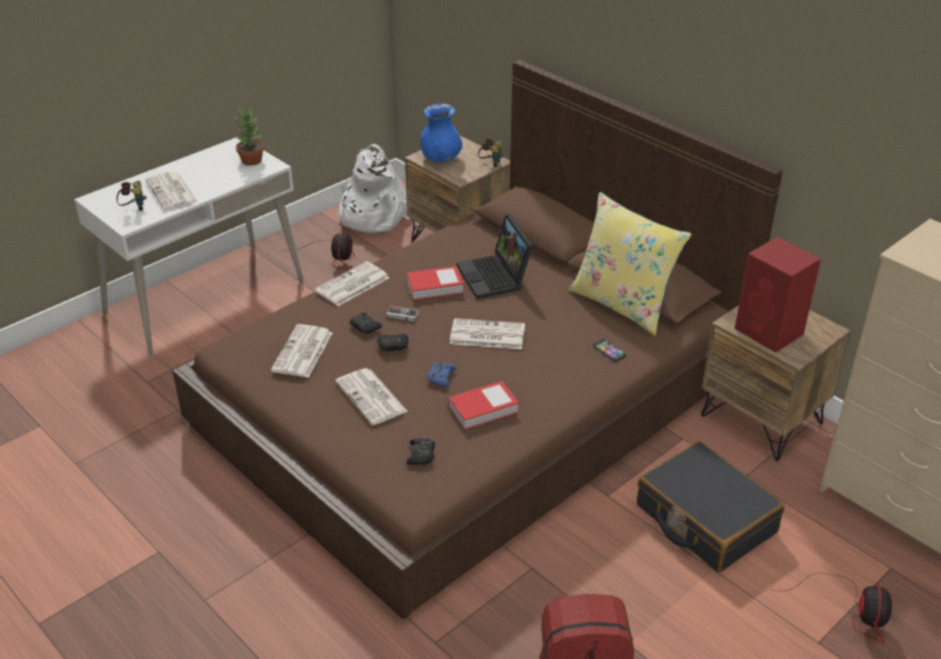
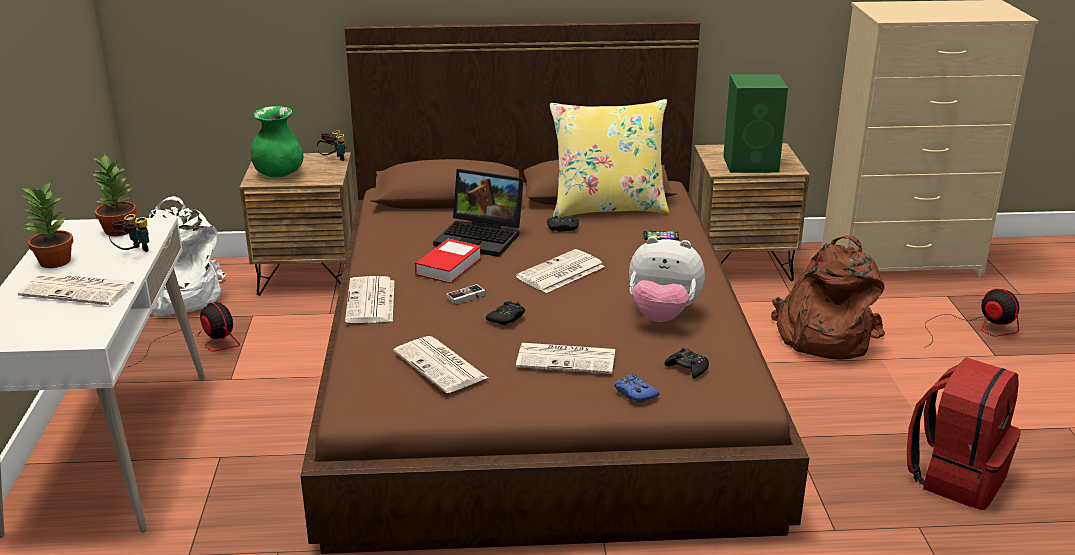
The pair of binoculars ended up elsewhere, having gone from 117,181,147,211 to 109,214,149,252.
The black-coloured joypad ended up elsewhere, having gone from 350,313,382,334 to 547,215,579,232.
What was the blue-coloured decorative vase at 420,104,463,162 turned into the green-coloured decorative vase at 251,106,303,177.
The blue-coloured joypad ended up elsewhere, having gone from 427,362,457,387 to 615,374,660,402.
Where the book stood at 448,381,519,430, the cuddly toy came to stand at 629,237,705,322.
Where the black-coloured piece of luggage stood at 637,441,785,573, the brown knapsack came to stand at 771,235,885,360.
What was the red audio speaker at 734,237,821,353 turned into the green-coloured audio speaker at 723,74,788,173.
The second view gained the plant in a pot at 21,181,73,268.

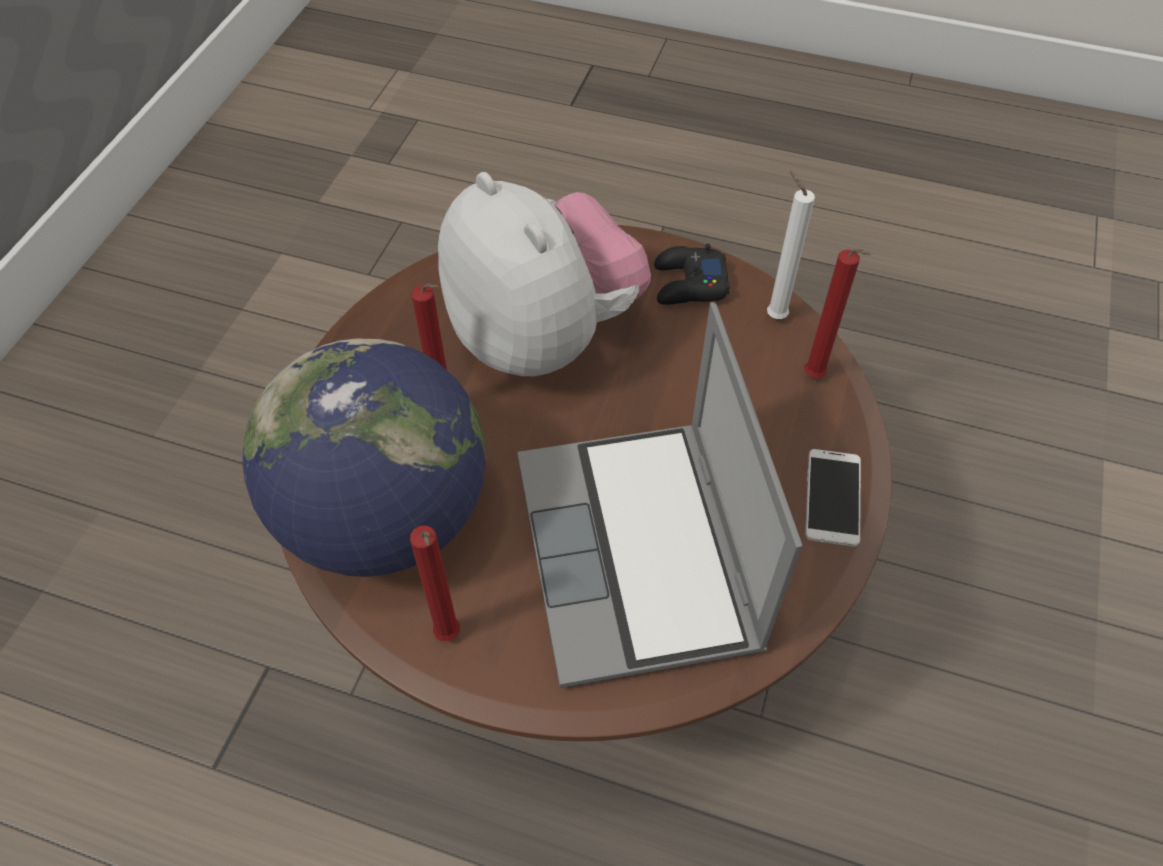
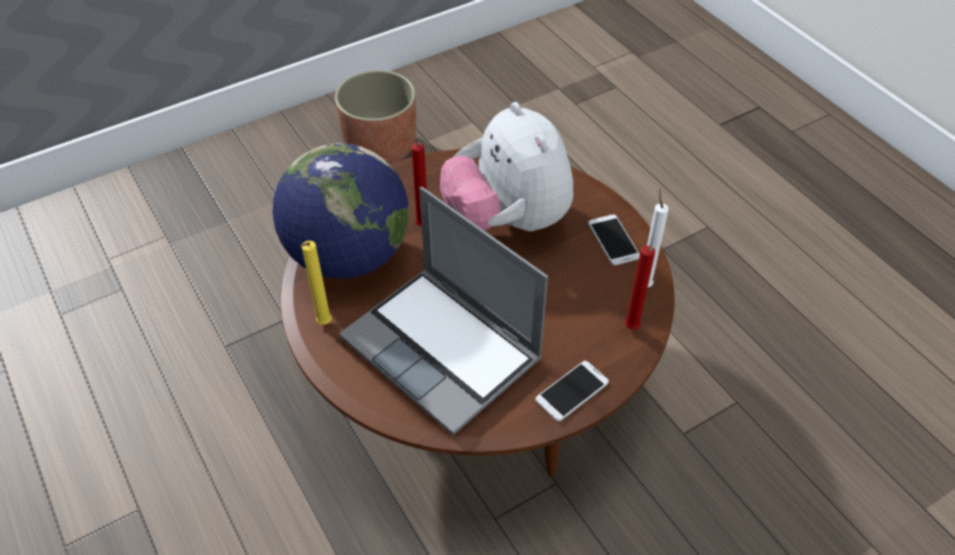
What was the red wax candle at 410,525,460,641 turned into the yellow wax candle at 300,241,332,325.
The cuddly toy at 438,172,651,376 ended up facing another way, 150 degrees clockwise from before.
The laptop at 517,302,803,688 ended up facing another way, 75 degrees counterclockwise from before.
Where the black-coloured joypad stood at 654,244,730,305, the phone came to stand at 588,214,640,265.
The second view gained the flower pot at 335,70,416,164.

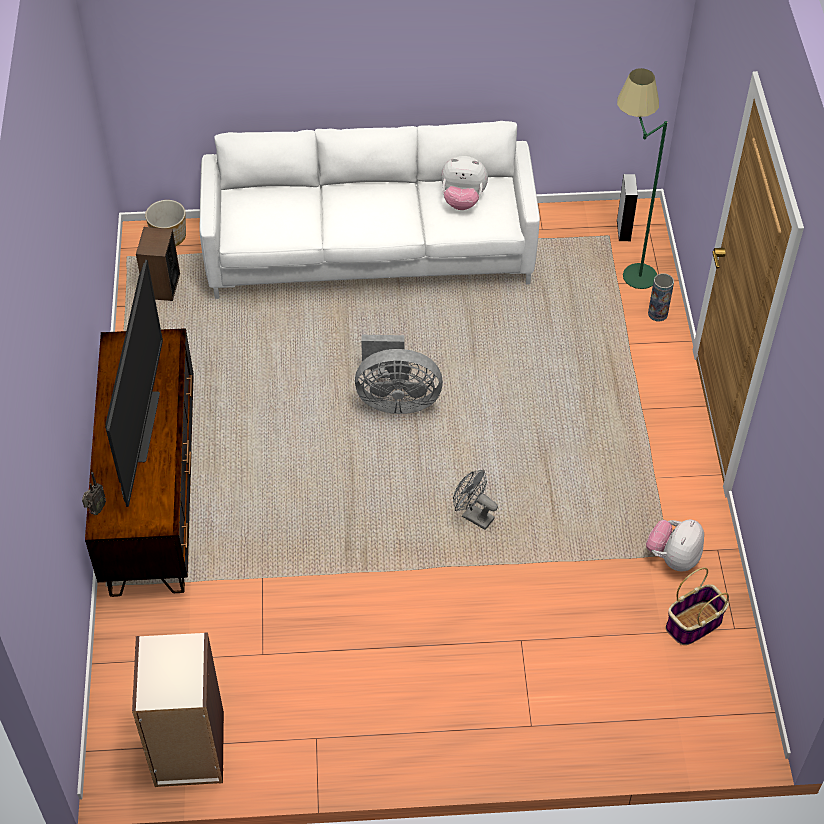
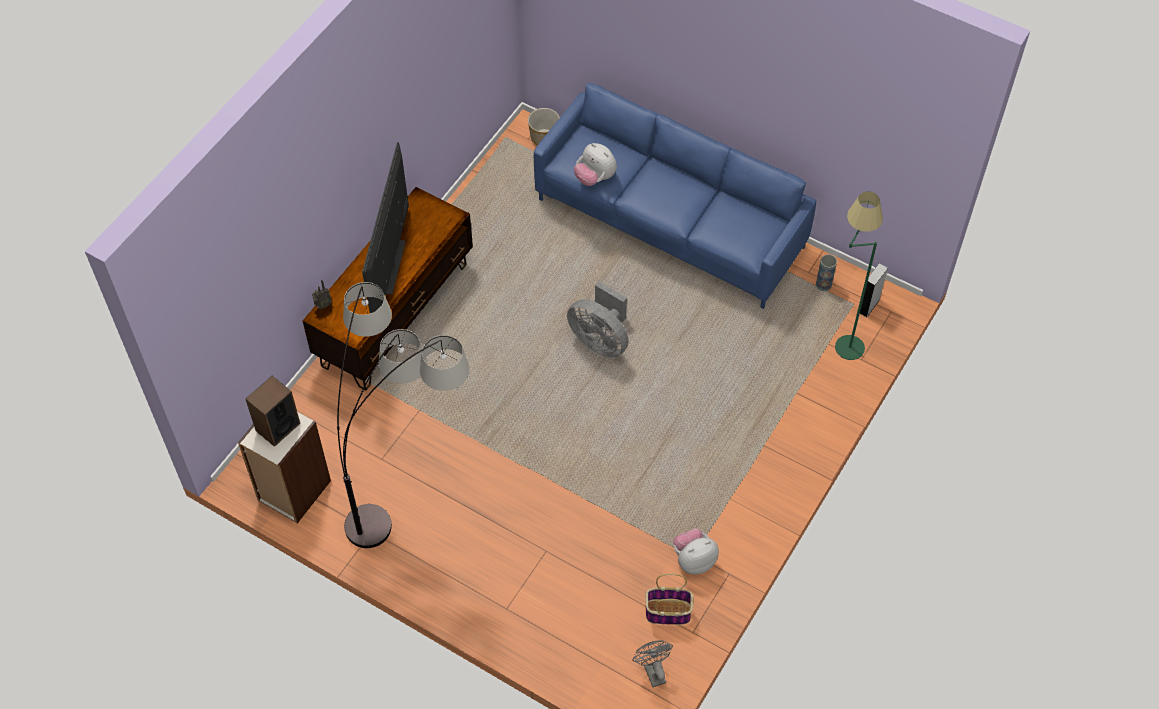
The television at 105,260,163,507 ended up facing another way, 150 degrees clockwise from before.
The audio speaker ended up elsewhere, having gone from 136,227,180,301 to 246,376,300,447.
What was the whitish sofa at 200,121,540,299 turned into the blue-coloured sofa at 534,83,816,309.
The cuddly toy ended up elsewhere, having gone from 441,156,488,210 to 574,143,617,186.
The gray cooling fan ended up elsewhere, having gone from 453,470,498,530 to 632,641,673,687.
The decorative vase ended up elsewhere, having gone from 648,273,674,321 to 816,254,837,291.
The second view gained the floor lamp at 337,282,469,548.

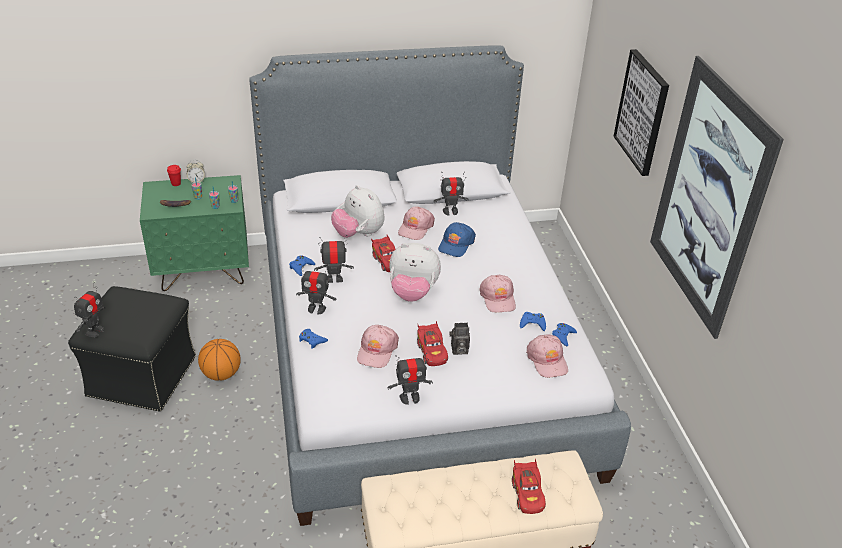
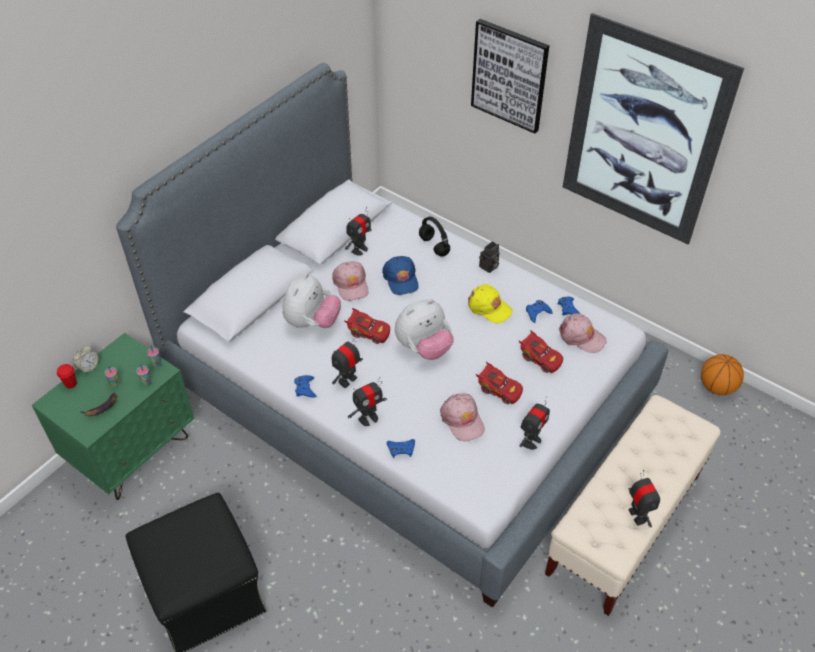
The toy robot ended up elsewhere, having gone from 74,282,106,337 to 628,470,660,528.
The basketball ended up elsewhere, having gone from 198,339,241,381 to 701,354,744,395.
The cuddly toy at 331,185,384,238 ended up facing another way, 75 degrees counterclockwise from before.
The still camera ended up elsewhere, having gone from 450,323,470,355 to 479,241,499,273.
What was the pinkish peaked cap at 479,275,516,313 turned into the yellow peaked cap at 468,284,513,324.
The red model car ended up elsewhere, having gone from 512,459,546,514 to 519,330,563,373.
The second view gained the black-coloured headphones at 419,217,450,257.

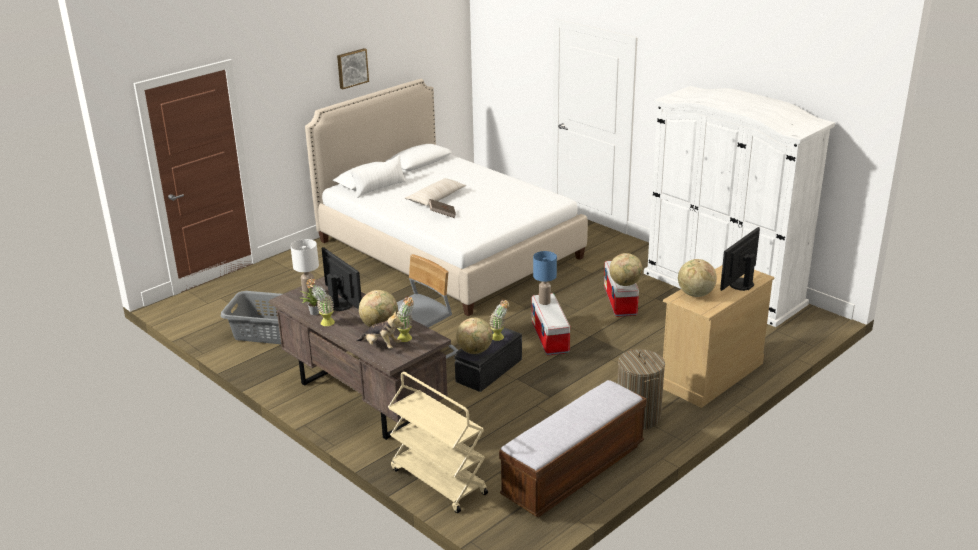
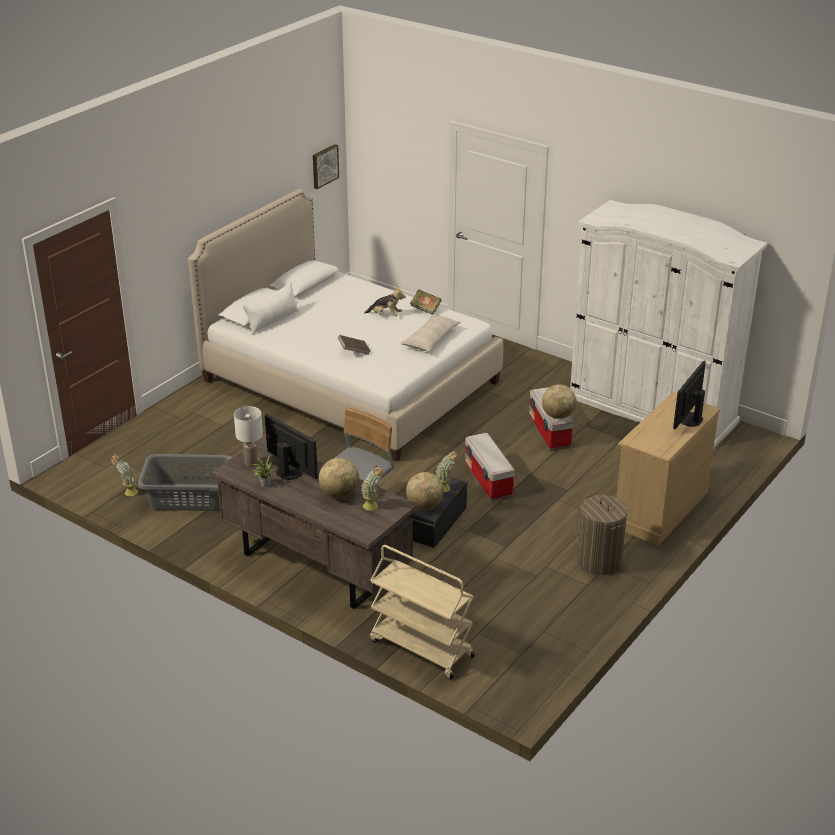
The plant in a pot ended up elsewhere, having gone from 306,278,335,326 to 110,454,138,496.
The picture ended up elsewhere, having gone from 337,48,369,90 to 313,144,339,189.
The cuddly toy ended up elsewhere, having gone from 356,312,404,349 to 364,286,406,316.
The beige throw pillow ended up elsewhere, having gone from 405,178,466,206 to 401,314,461,352.
The second view lost the bench at 499,380,647,518.
The second view lost the blue-coloured tabletop lamp at 533,251,557,305.
The second view lost the globe at 678,259,717,297.
The second view gained the book at 410,290,441,314.

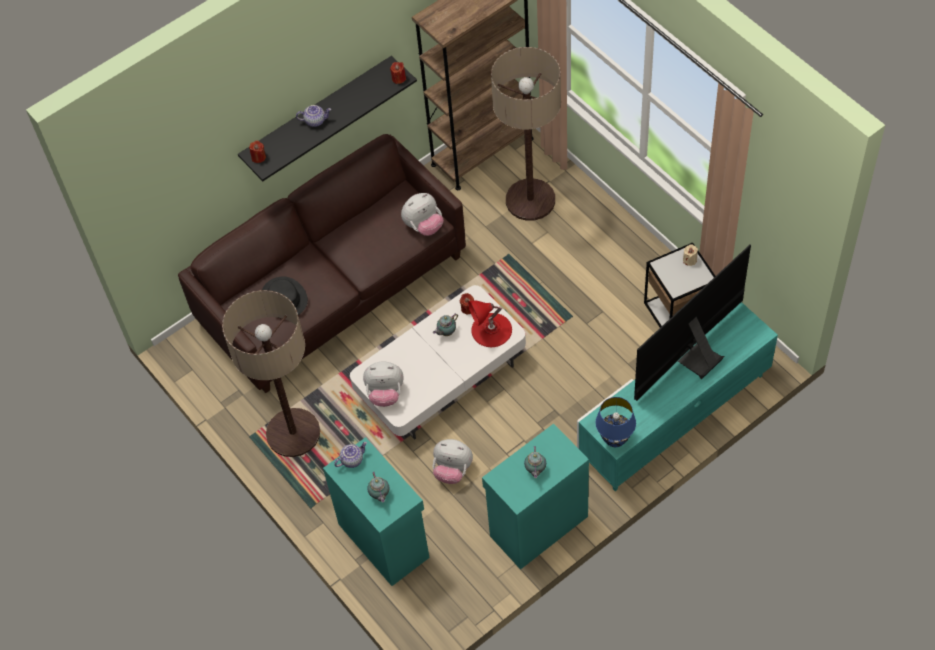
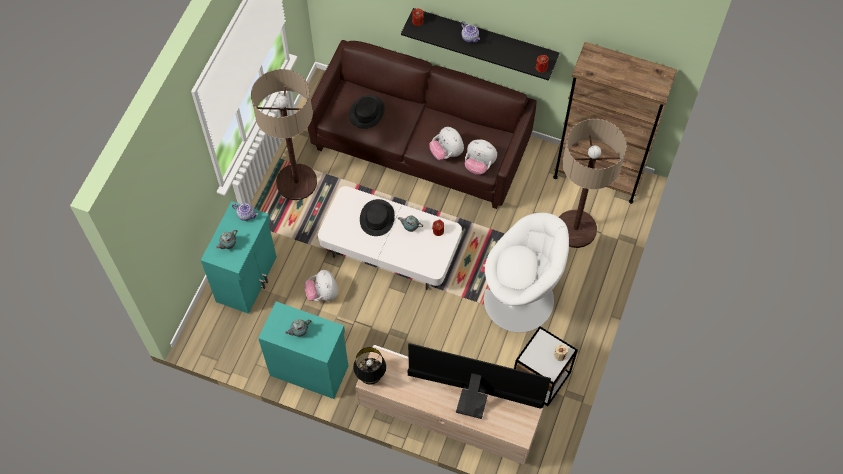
The cuddly toy ended up elsewhere, having gone from 363,362,403,407 to 429,127,464,160.
The second view lost the red tabletop lamp at 468,300,512,347.
What was the turquoise tv unit at 577,302,778,491 turned into the beige tv unit at 355,345,544,465.
What was the blue-coloured tabletop lamp at 596,397,636,447 turned into the black-coloured tabletop lamp at 353,347,386,385.
The second view gained the black-coloured clothing hat at 360,199,395,236.
The second view gained the whitish armchair at 484,213,569,333.

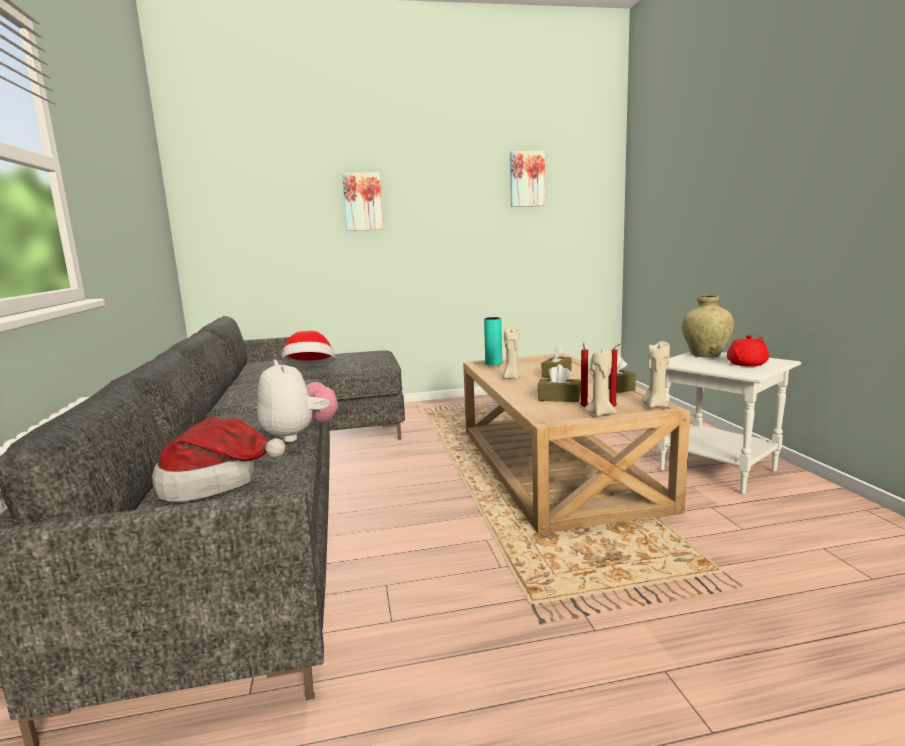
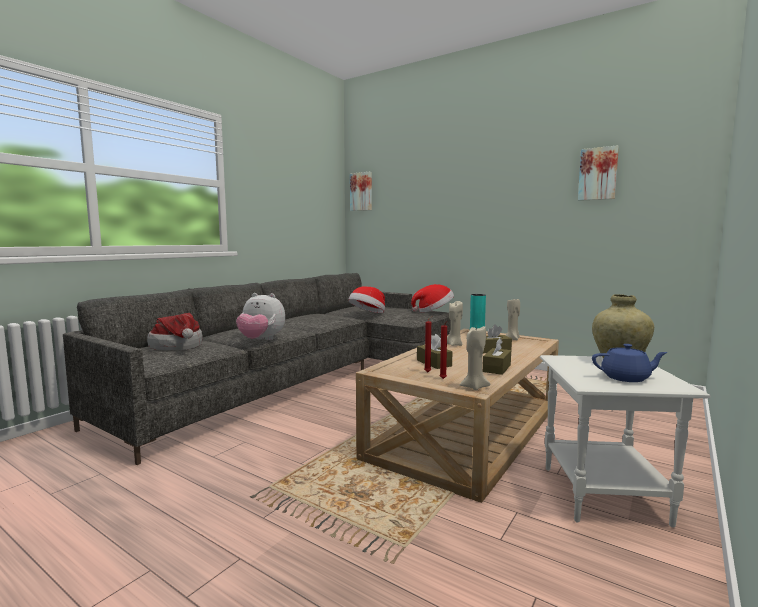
The cuddly toy at 257,360,338,442 ended up facing another way, 90 degrees clockwise from before.
The picture ended up elsewhere, having gone from 342,172,383,231 to 350,172,372,211.
The beige wax candle ended up elsewhere, having gone from 584,349,617,416 to 506,299,520,340.
What was the red tea pot at 727,335,769,367 turned into the blue-coloured tea pot at 592,344,668,382.
The second view gained the clothing hat at 411,284,454,313.

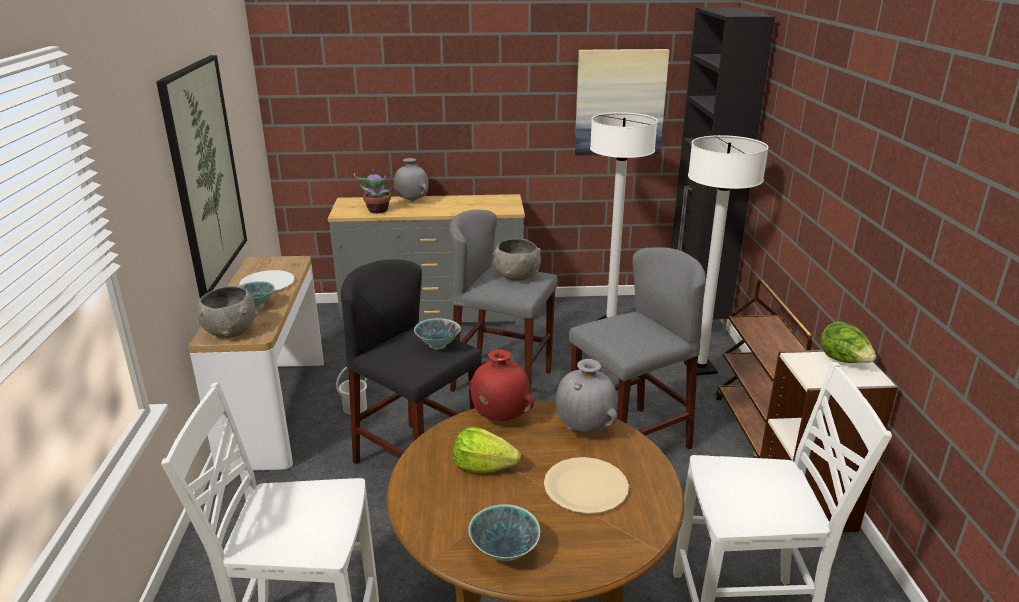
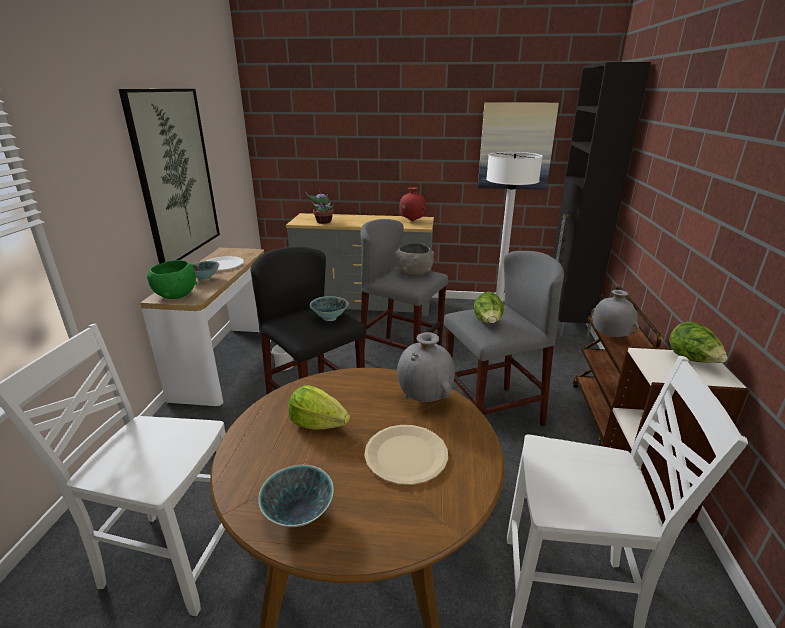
What was the gray bowl at 197,286,257,338 turned into the green-coloured bowl at 147,260,197,299.
The gray decorative vase ended up elsewhere, having gone from 394,158,429,202 to 591,290,639,337.
The red decorative vase ended up elsewhere, having gone from 469,349,534,421 to 399,187,426,221.
The second view lost the whitish floor lamp at 684,135,769,375.
The second view gained the lettuce head at 474,292,504,324.

